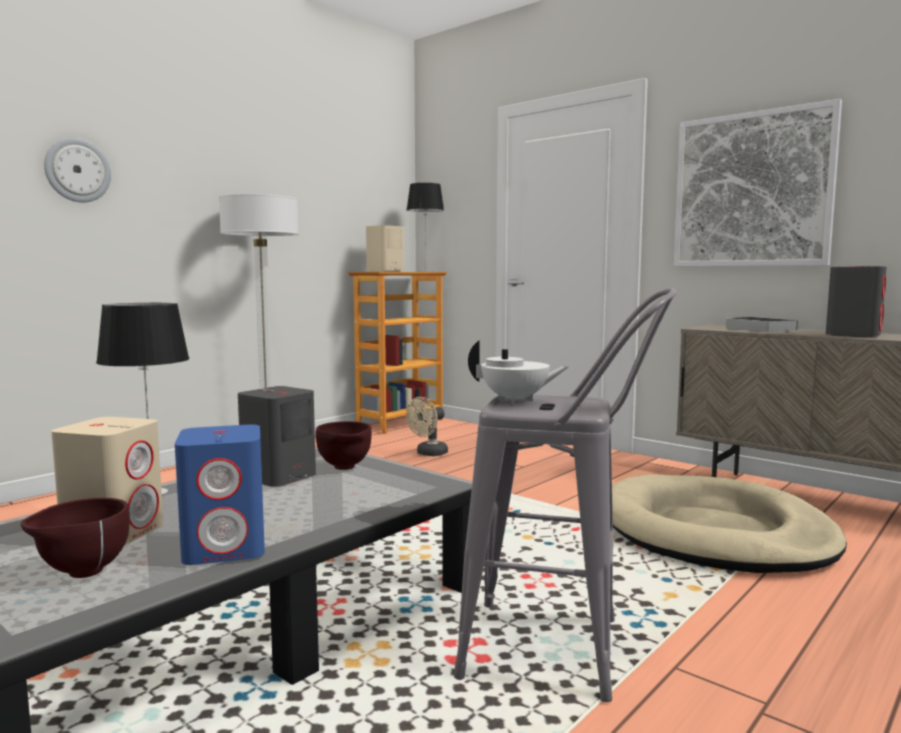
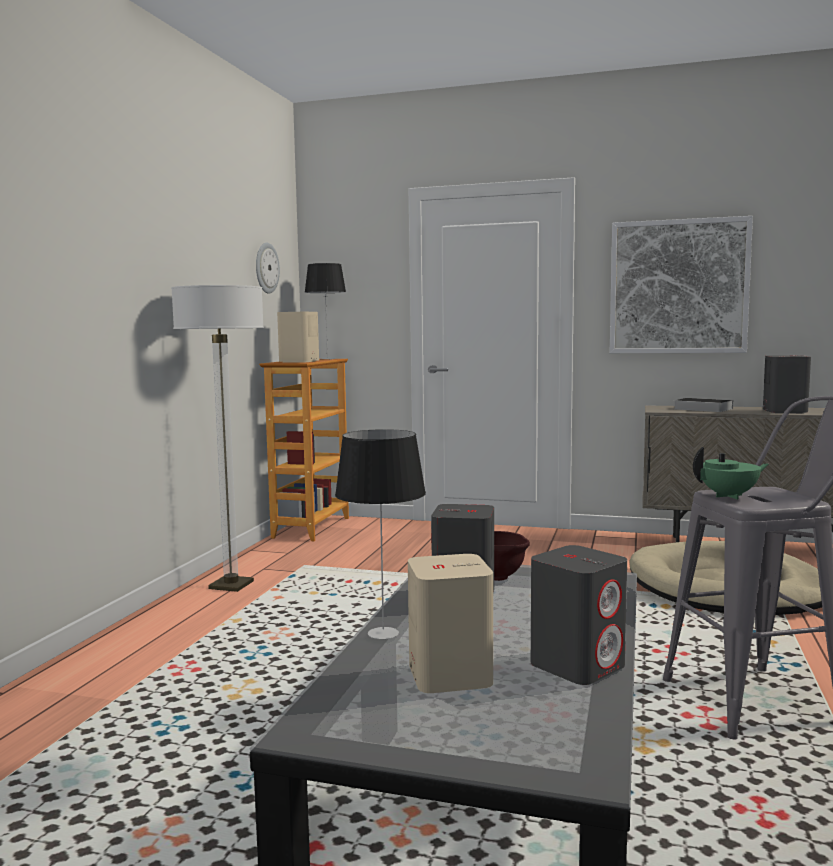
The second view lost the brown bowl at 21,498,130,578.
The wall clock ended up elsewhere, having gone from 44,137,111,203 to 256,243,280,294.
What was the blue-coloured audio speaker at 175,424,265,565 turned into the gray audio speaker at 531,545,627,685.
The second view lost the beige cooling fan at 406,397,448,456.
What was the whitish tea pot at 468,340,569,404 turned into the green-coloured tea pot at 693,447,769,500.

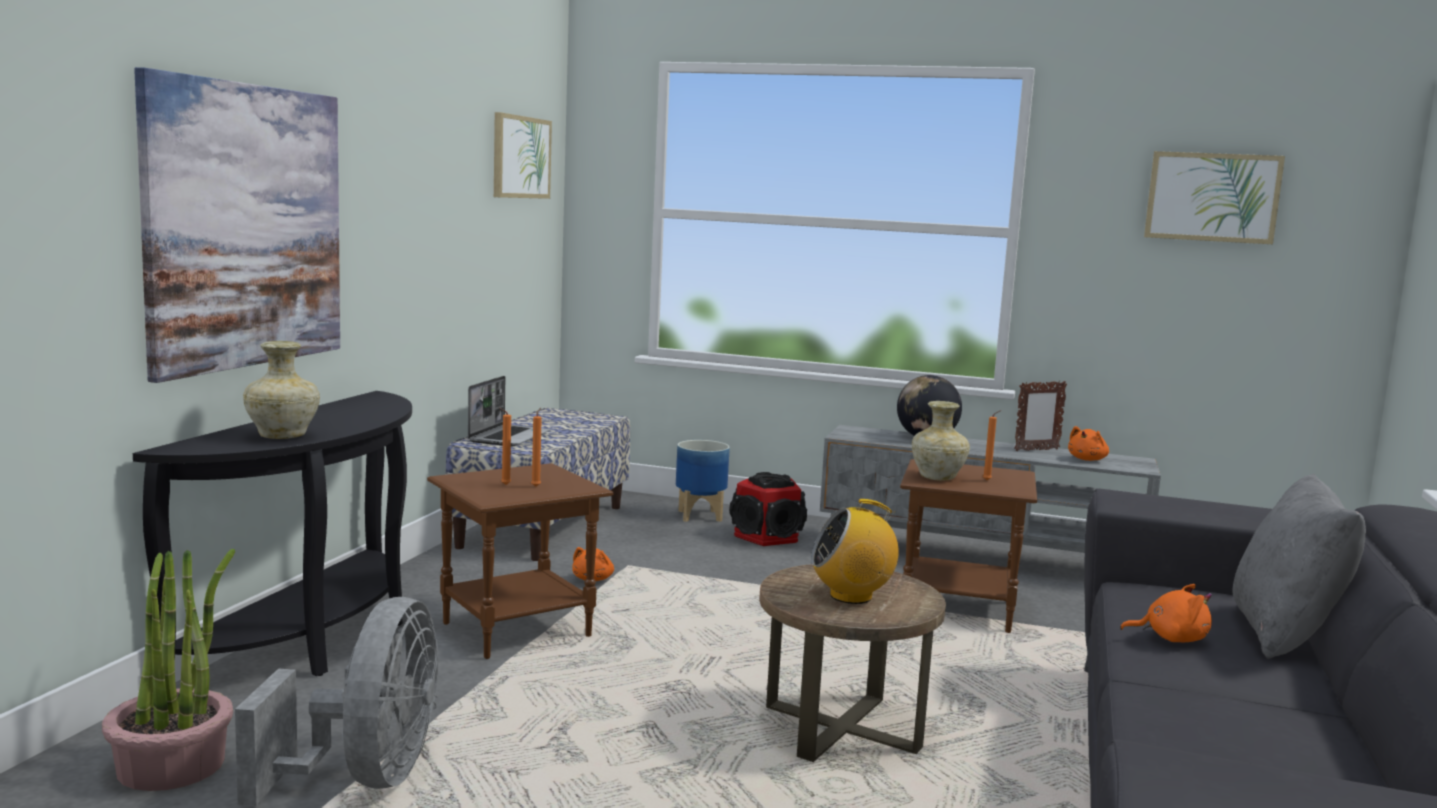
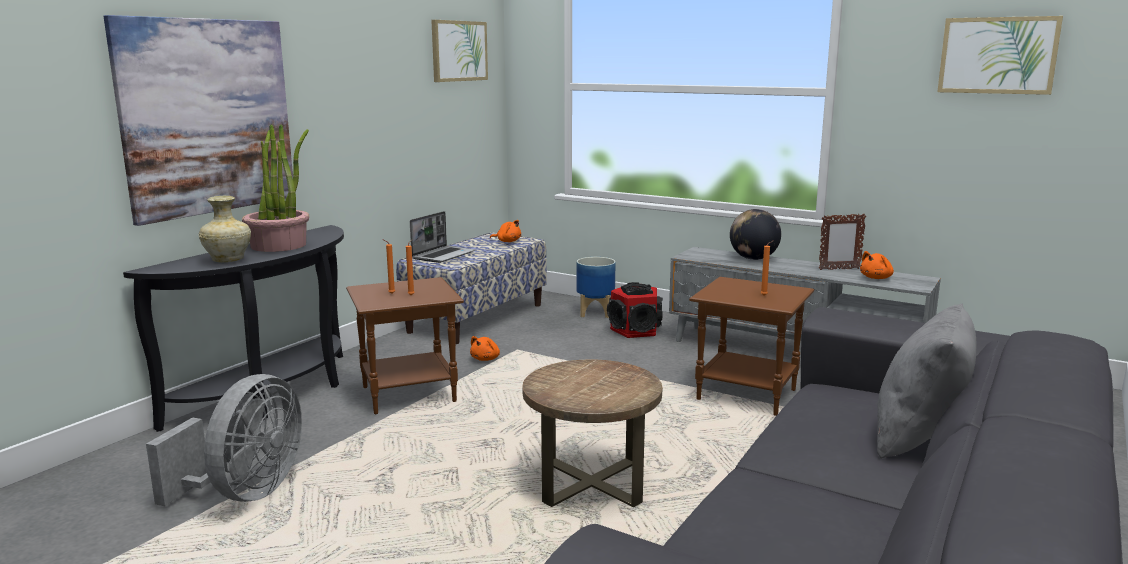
The plant in a pot ended up elsewhere, having gone from 102,549,235,791 to 242,124,309,252.
The second view lost the radio at 811,499,899,604.
The second view lost the beige decorative vase at 912,401,970,481.
The orange cuddly toy ended up elsewhere, having gone from 1120,584,1212,642 to 490,220,521,242.

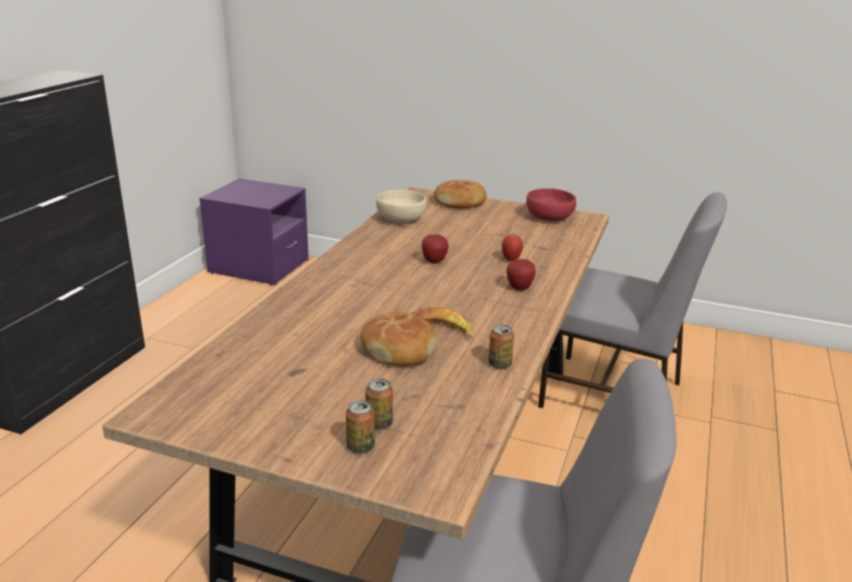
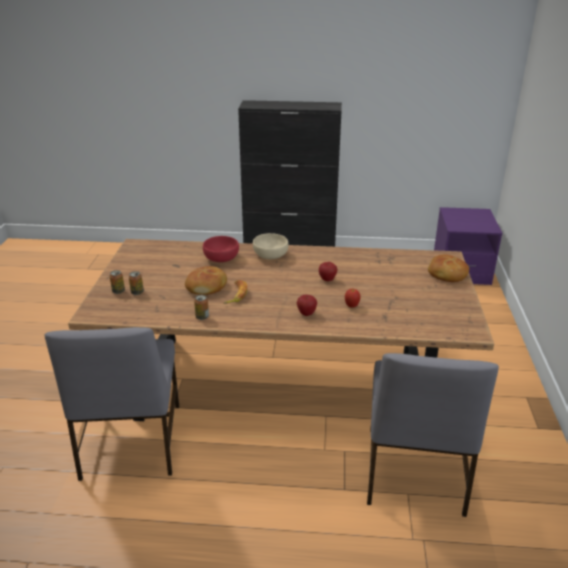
The beige bowl ended up elsewhere, having gone from 376,190,427,222 to 253,233,289,259.
The red bowl ended up elsewhere, having gone from 526,188,576,221 to 203,236,239,262.

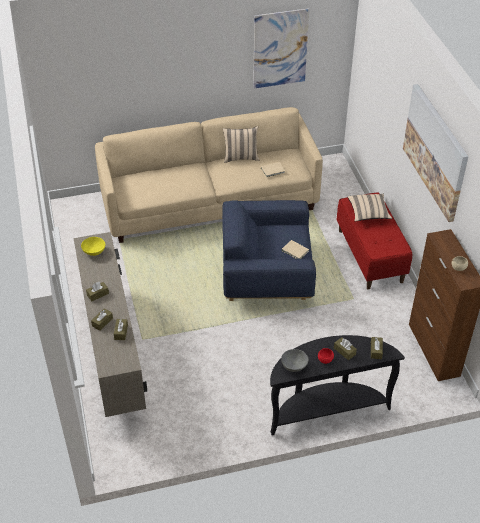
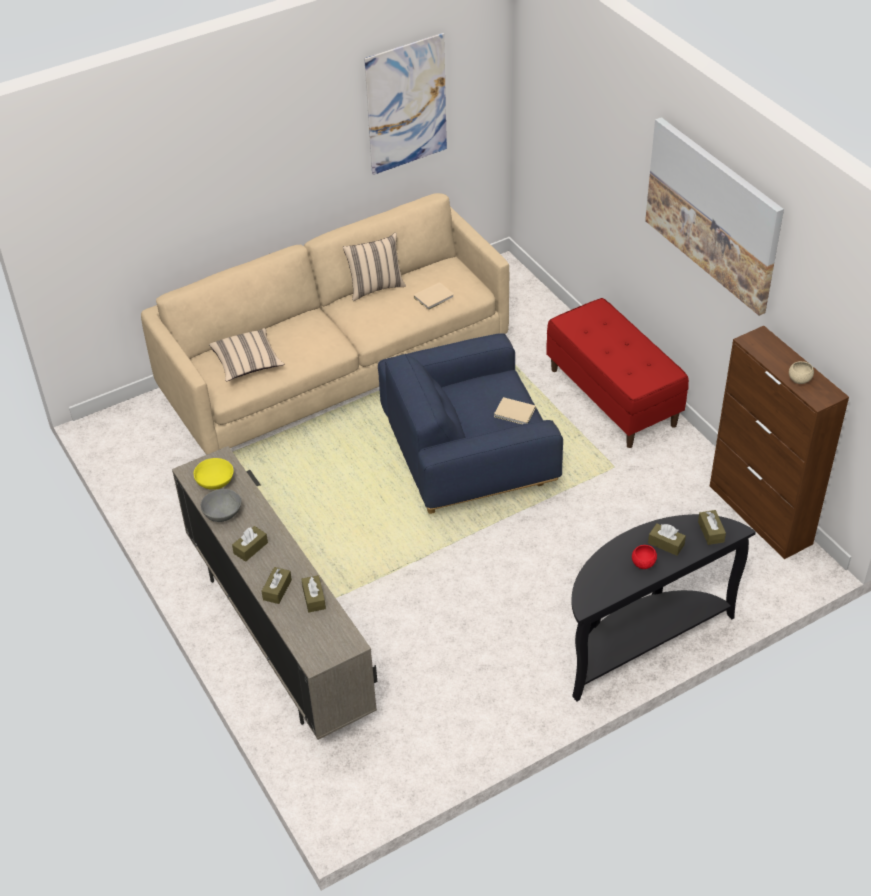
The gray bowl ended up elsewhere, having gone from 281,349,309,372 to 201,489,241,522.
The beige throw pillow ended up elsewhere, having gone from 348,194,392,222 to 209,328,285,381.

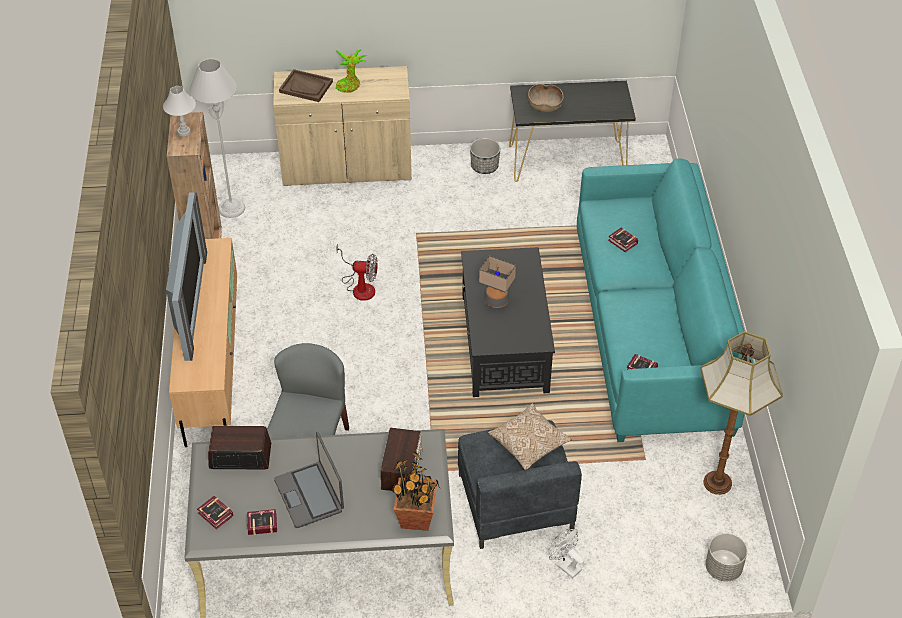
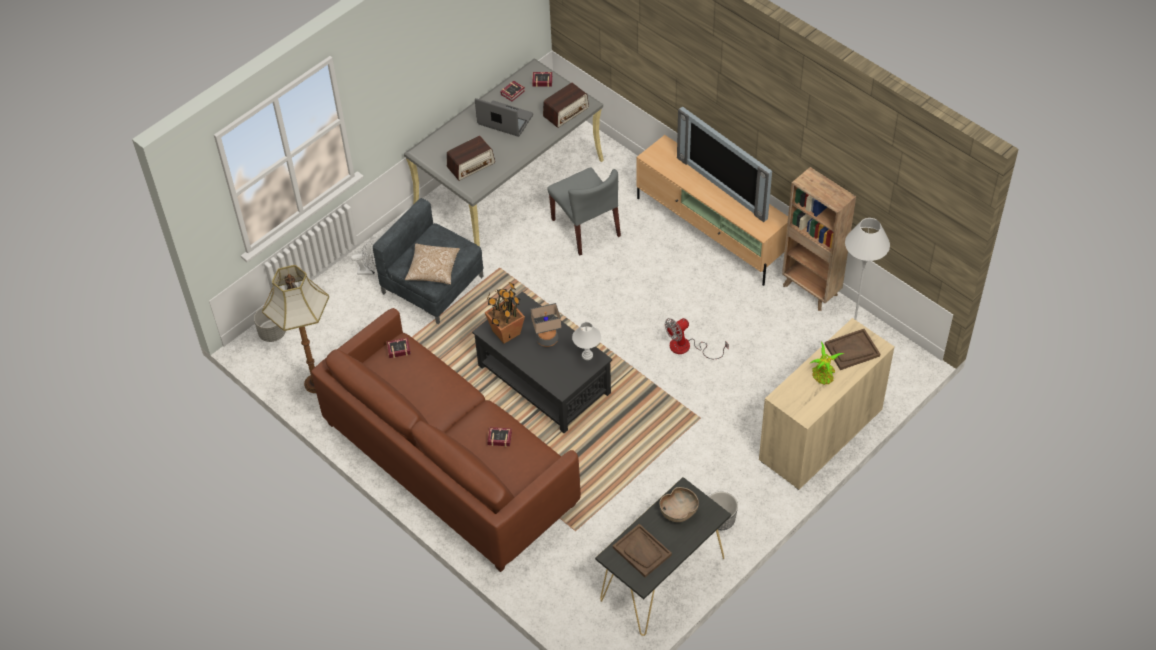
The whitish tabletop lamp ended up elsewhere, having gone from 163,86,196,136 to 572,322,601,360.
The radio at 380,428,423,491 ended up facing another way, 90 degrees counterclockwise from before.
The plant in a pot ended up elsewhere, having gone from 391,452,441,531 to 485,282,525,343.
What was the turquoise sofa at 577,158,753,442 turned into the brown sofa at 311,308,581,572.
The second view gained the brown carrying tray at 613,524,672,577.

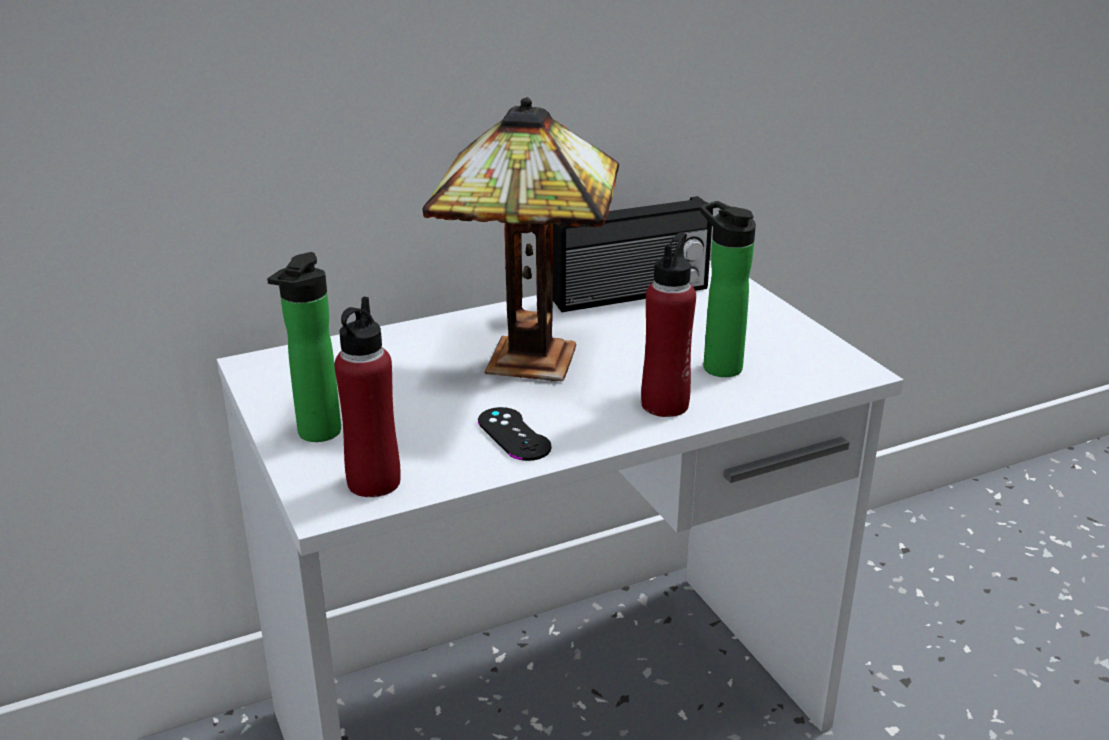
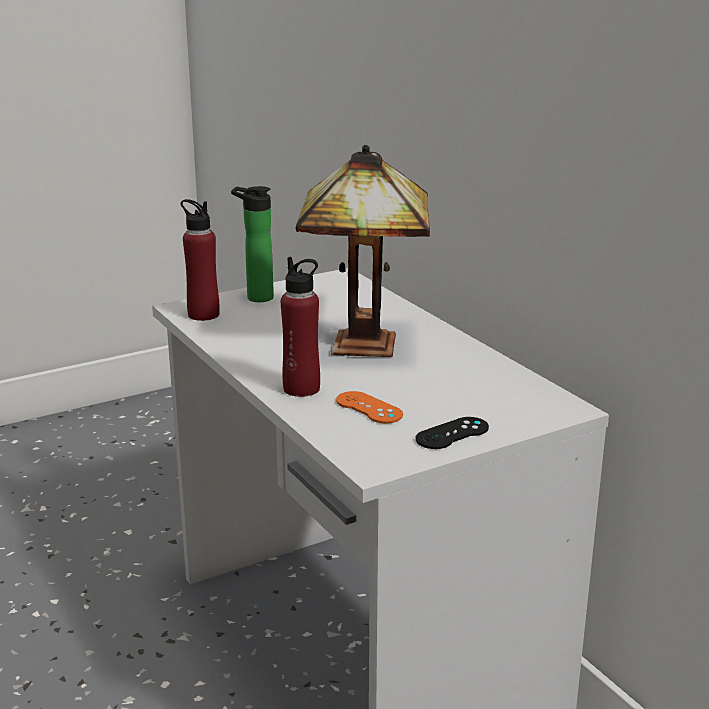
The black-coloured joypad ended up elsewhere, having gone from 478,407,552,461 to 415,417,489,449.
The second view lost the radio at 553,196,713,312.
Where the drink bottle stood at 700,201,756,377, the orange joypad came to stand at 336,391,403,423.

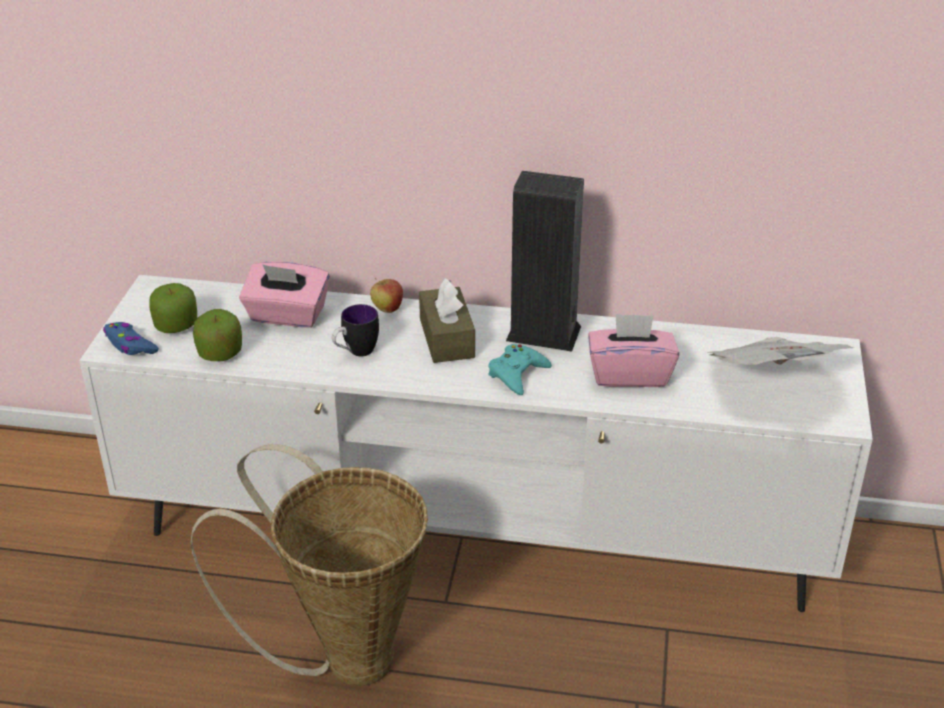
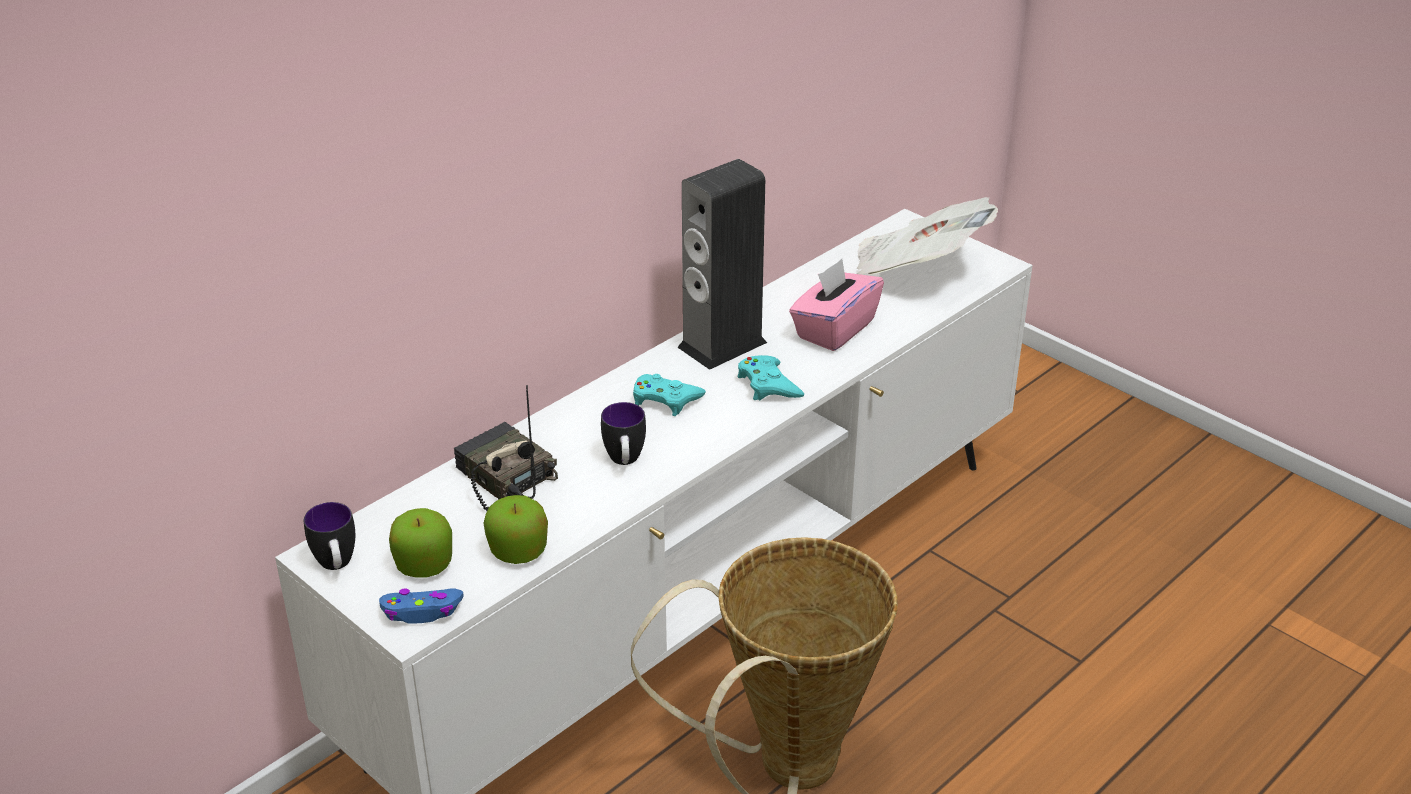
Where the pinkish box of tissues stood at 239,261,330,328, the radio came to stand at 454,385,558,511.
The second view lost the apple fruit at 370,278,403,313.
Where the brown box of tissues stood at 419,278,475,363, the turquoise joypad came to stand at 633,374,706,416.
The second view gained the coffee mug at 304,502,355,570.

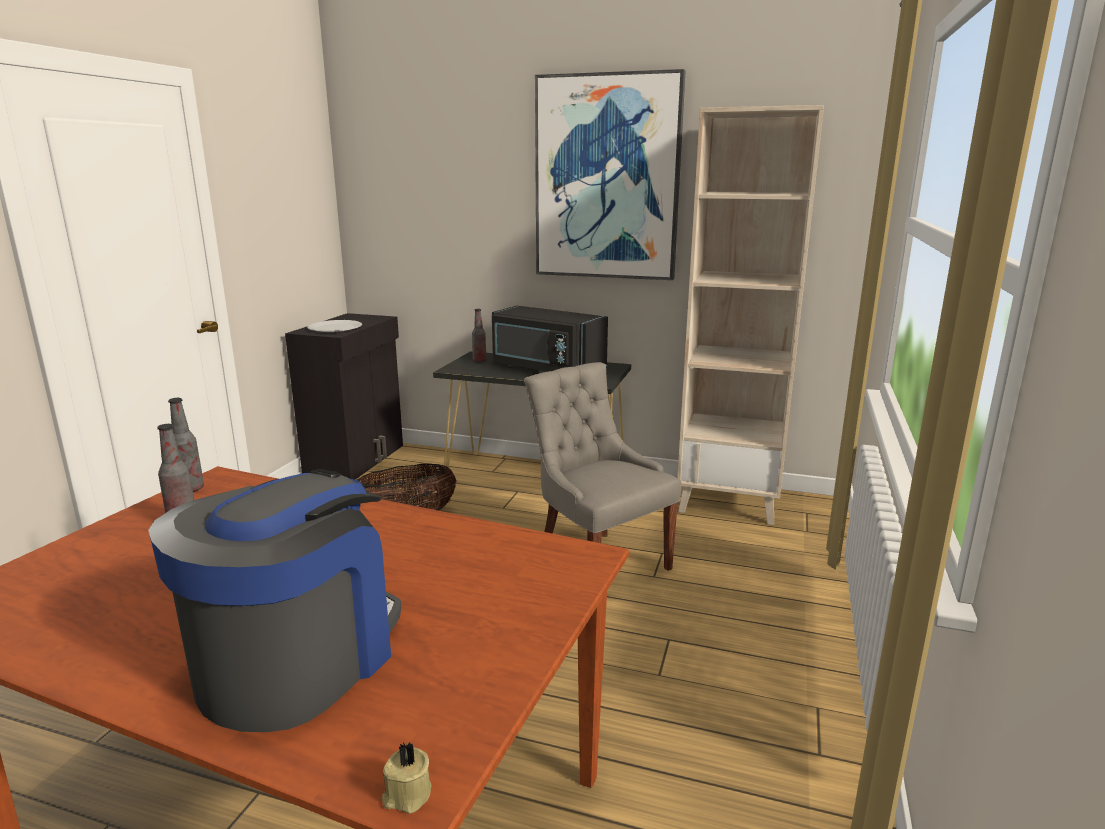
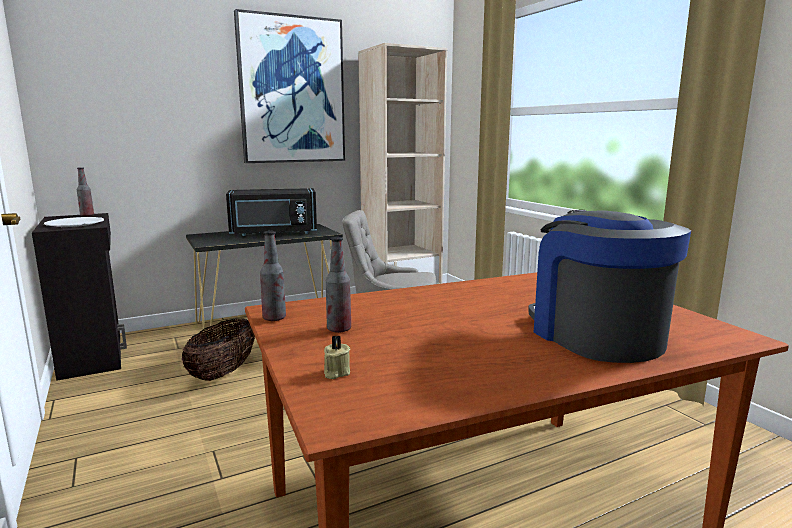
The beige wax candle ended up elsewhere, having gone from 382,742,432,814 to 324,335,350,379.
The drink bottle ended up elsewhere, having gone from 472,309,486,362 to 77,167,94,216.

